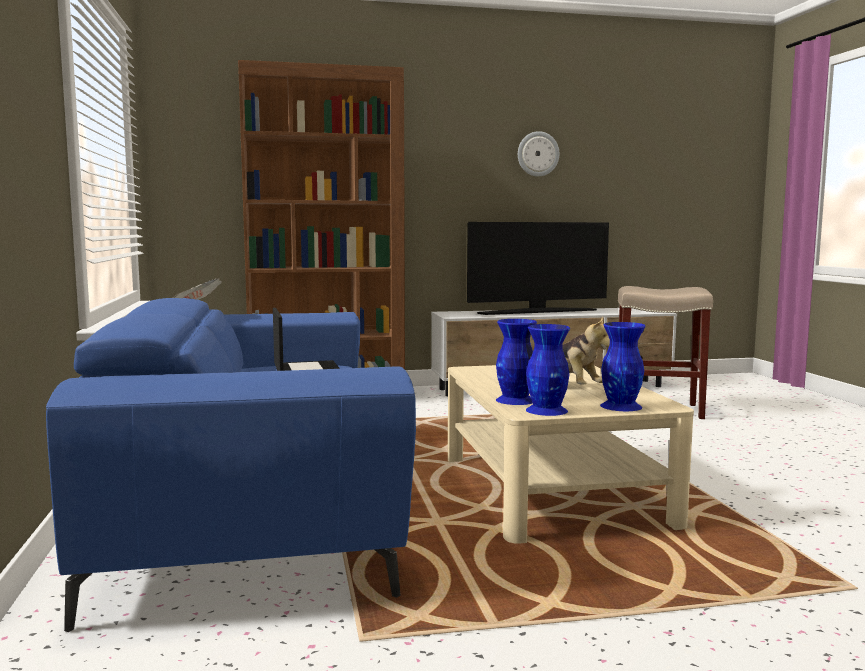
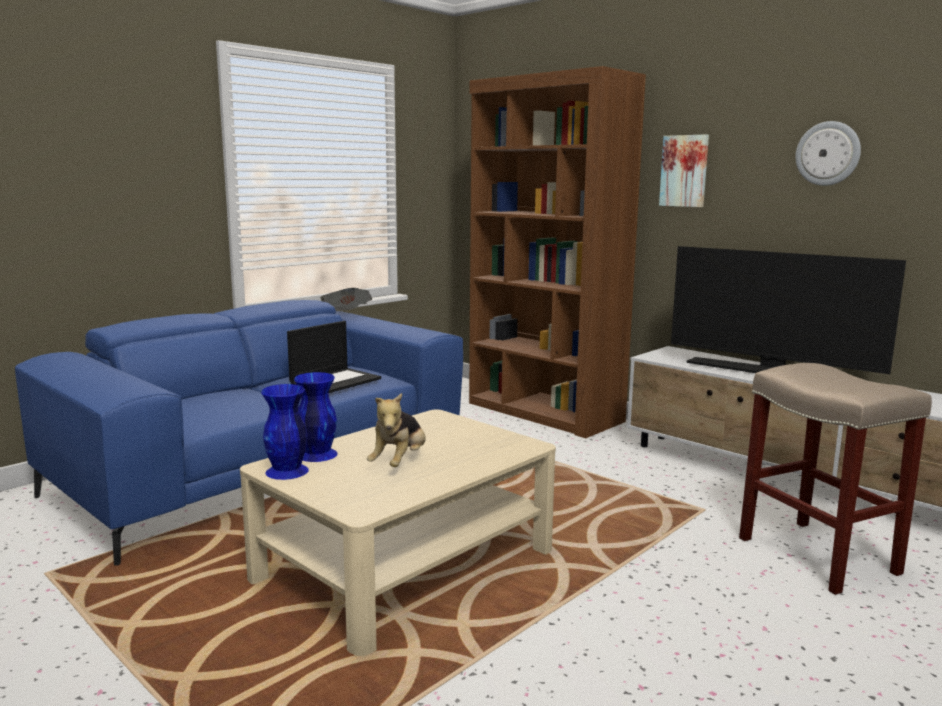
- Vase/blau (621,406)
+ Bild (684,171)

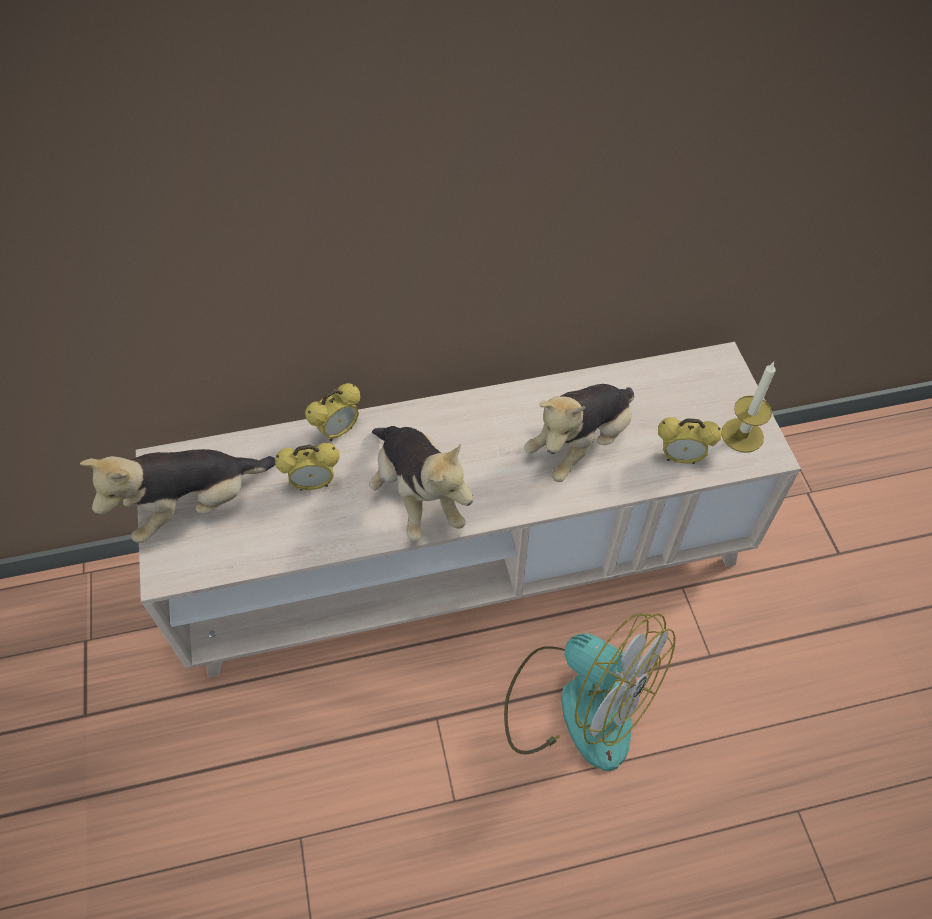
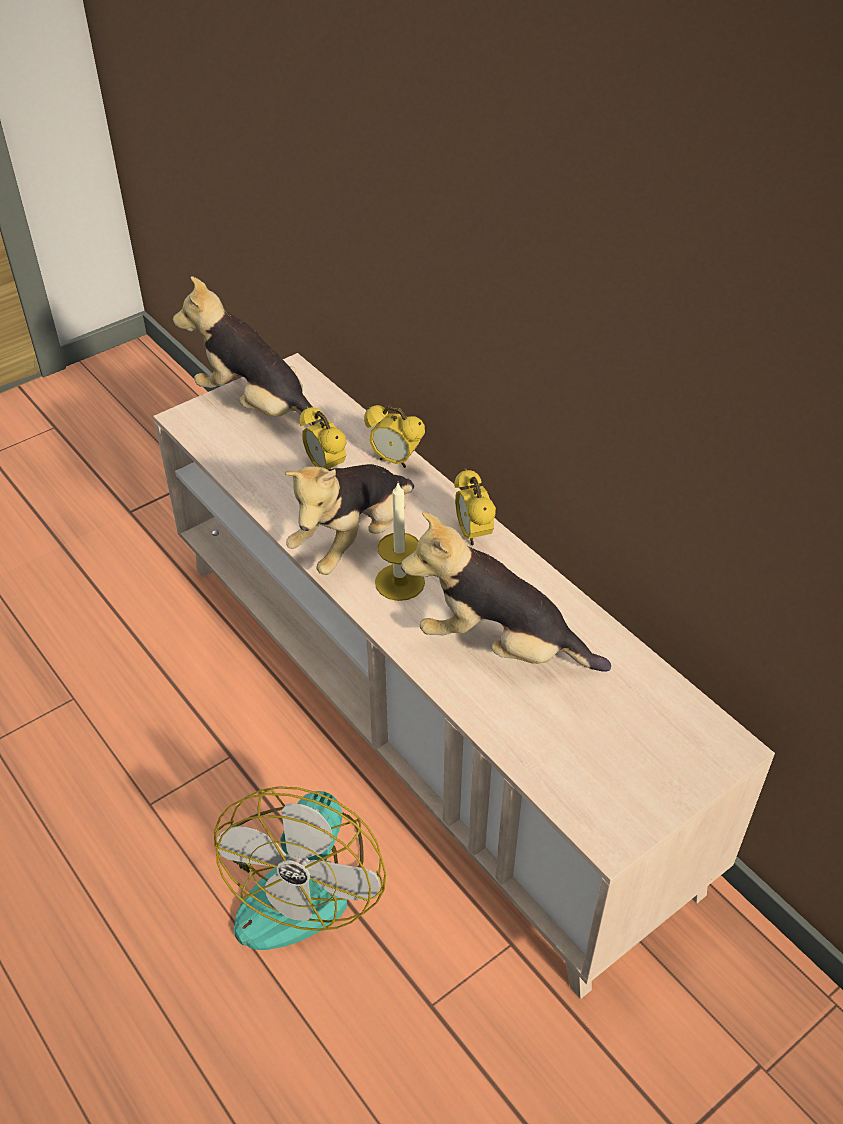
~ Wecker (680,458) to (473,534)
~ Kerze (742,435) to (399,582)

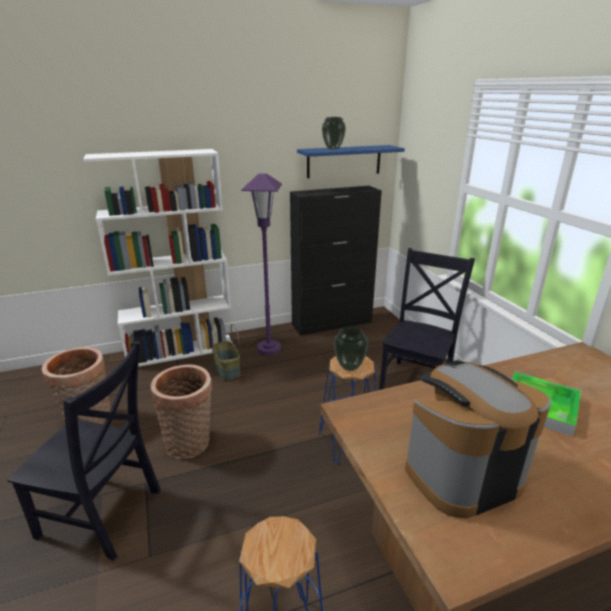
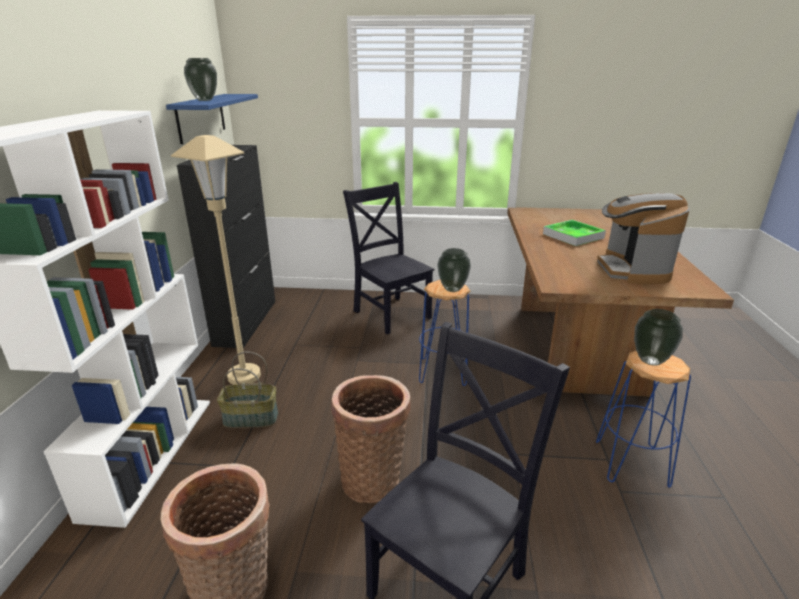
+ Vase (651,360)
~ Stehlampe/lila (269,349) to Stehlampe/beige (244,376)

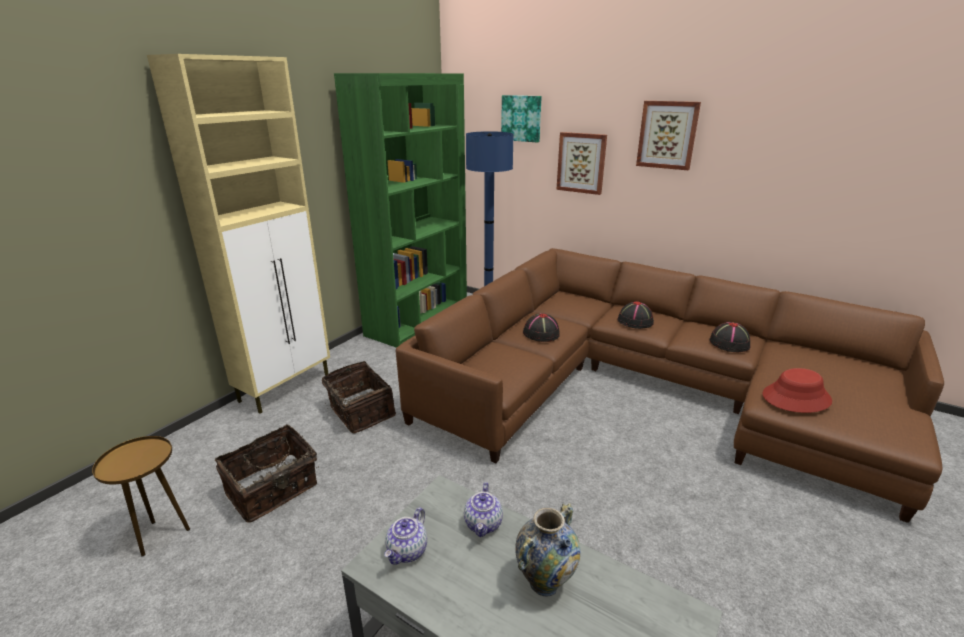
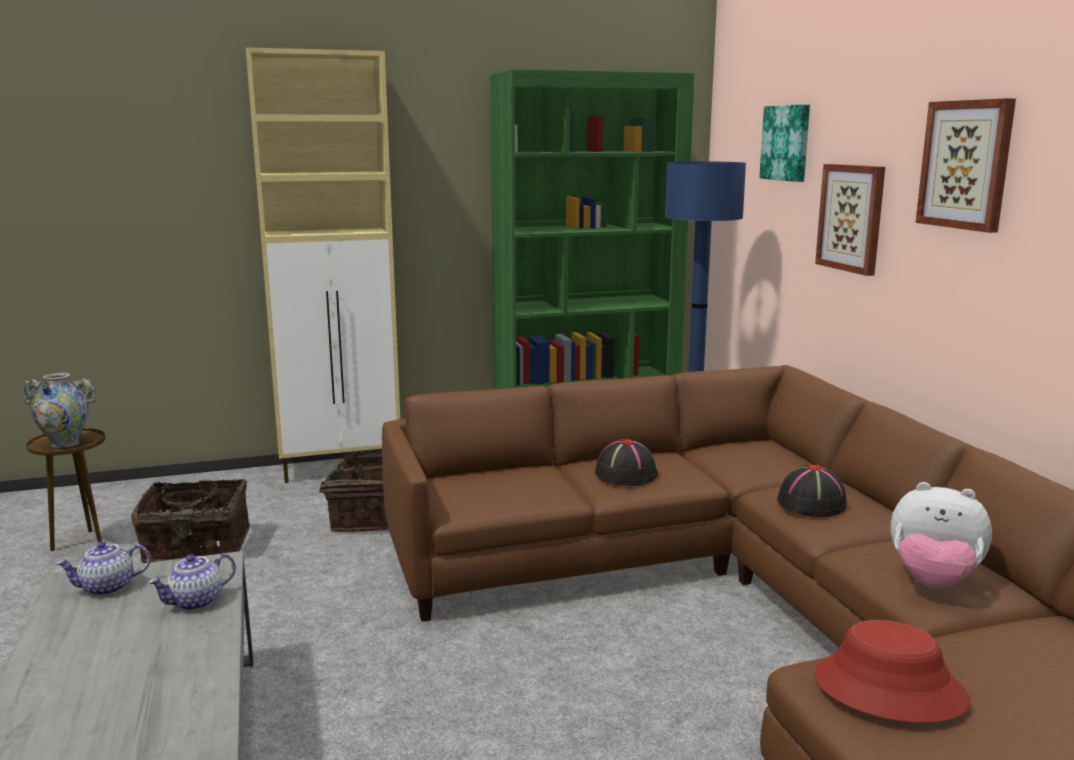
~ Vase (544,582) to (65,444)
~ Hut/schwarz (729,343) to Plüschtier (933,582)

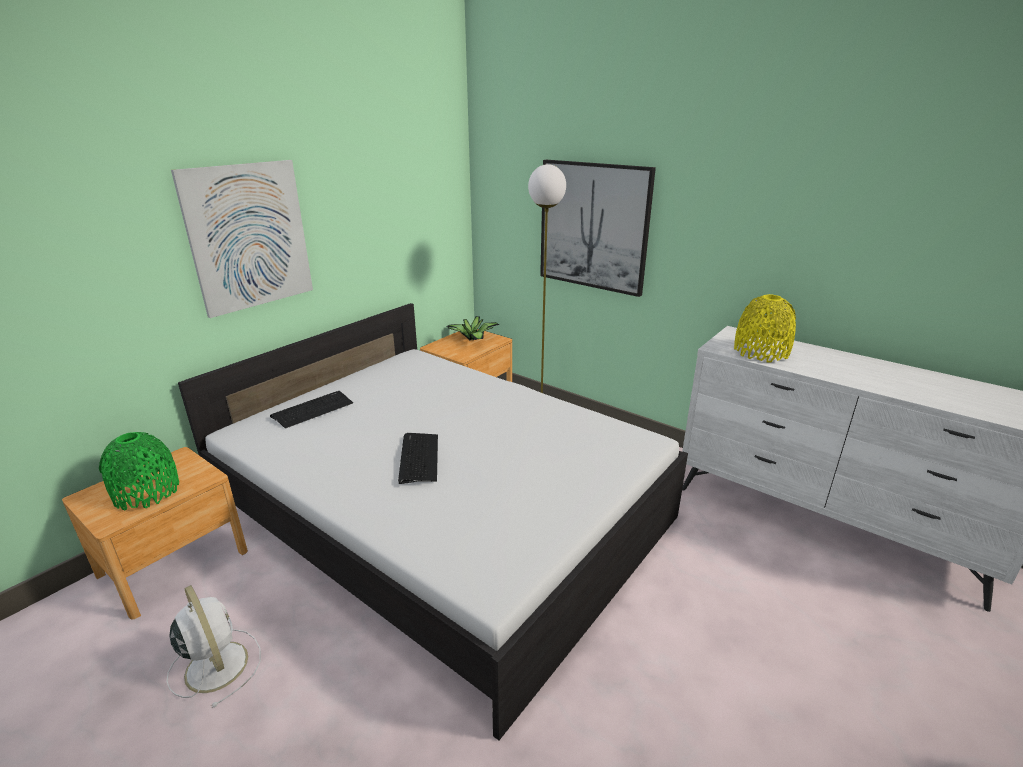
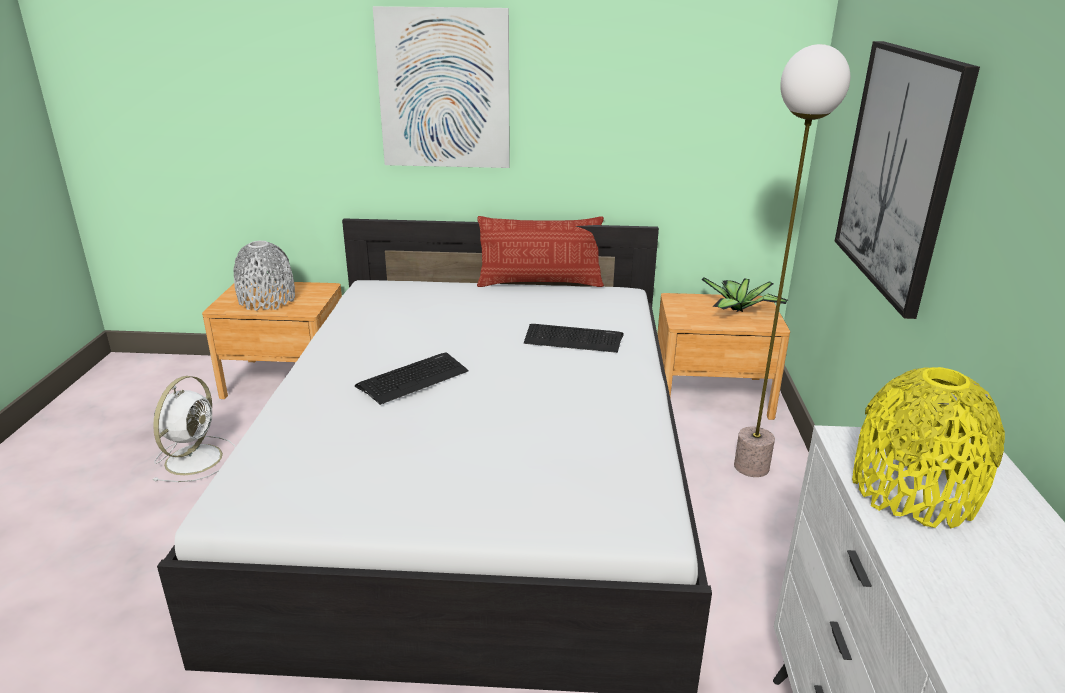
+ Kissen (540,283)
~ Tastatur (313,410) to (573,339)
~ Vase/grün (147,492) to Vase/grau (267,301)

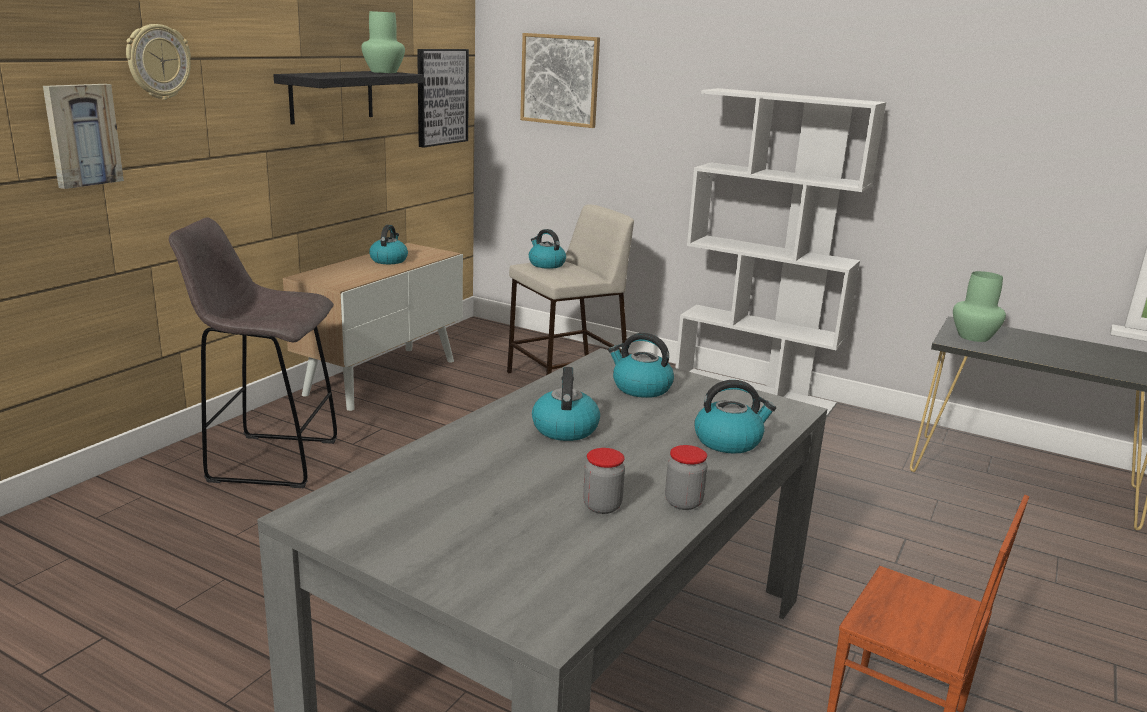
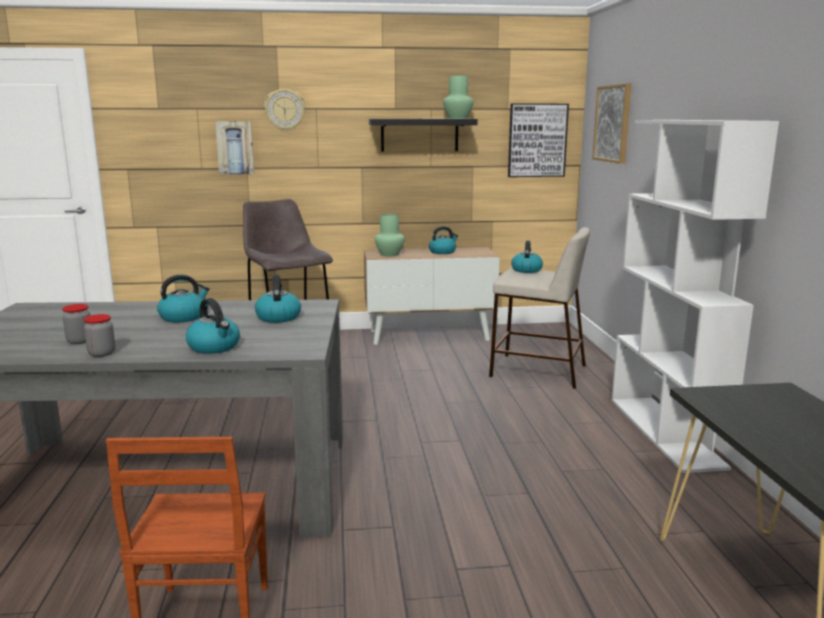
~ Vase/grün (973,336) to (390,254)

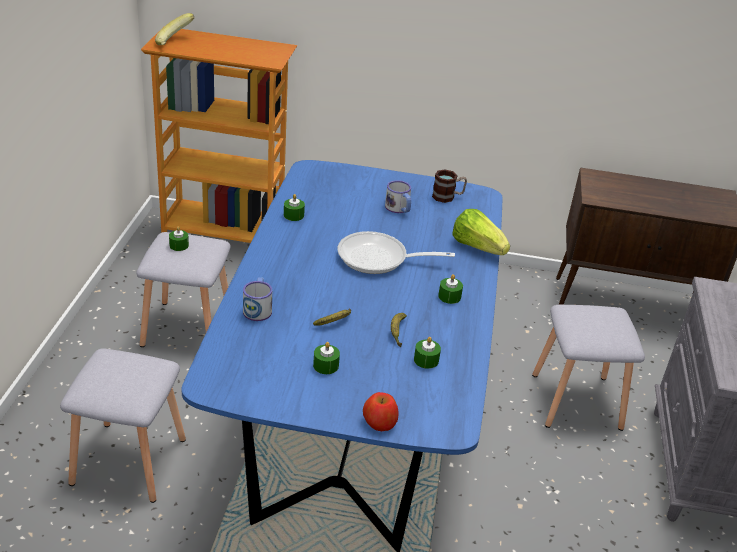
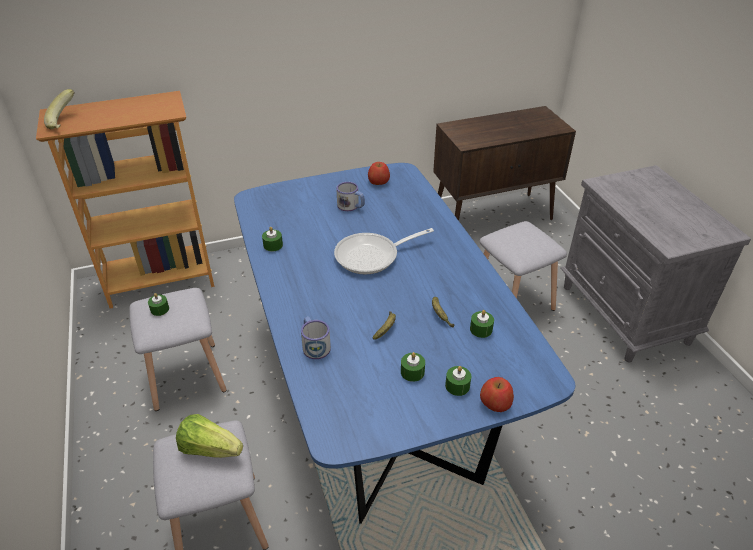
~ Kerze/grün (449,296) to (457,386)
~ Salatkopf (477,247) to (209,449)
~ Henkelbecher (448,197) to Apfel (378,182)

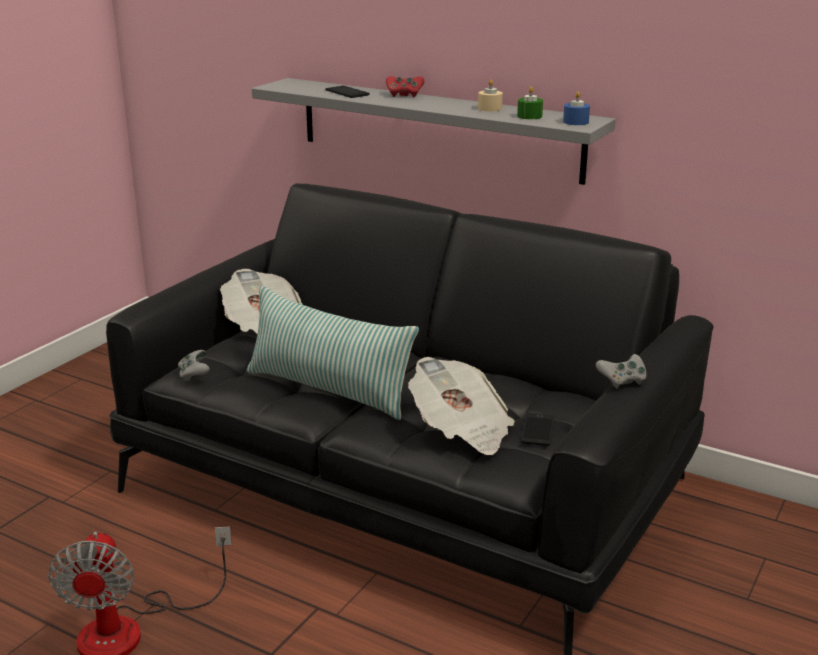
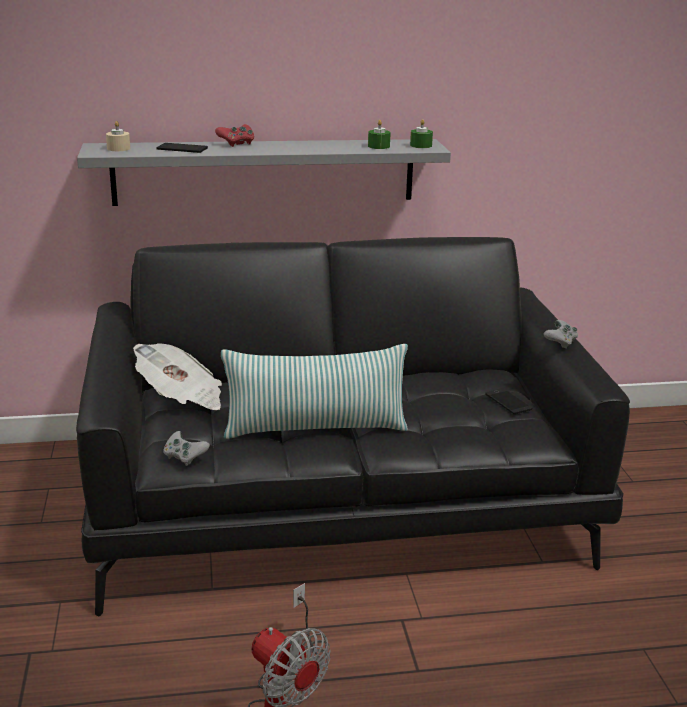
- Zeitung (461,430)
~ Kerze/beige (490,108) to (118,148)
~ Kerze/blau (576,122) to Kerze/grün (421,145)

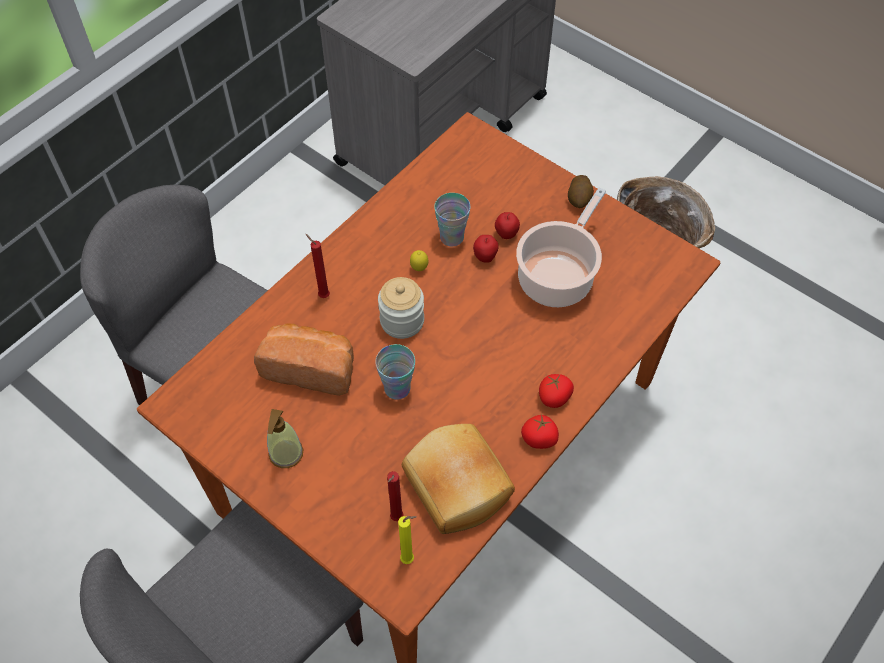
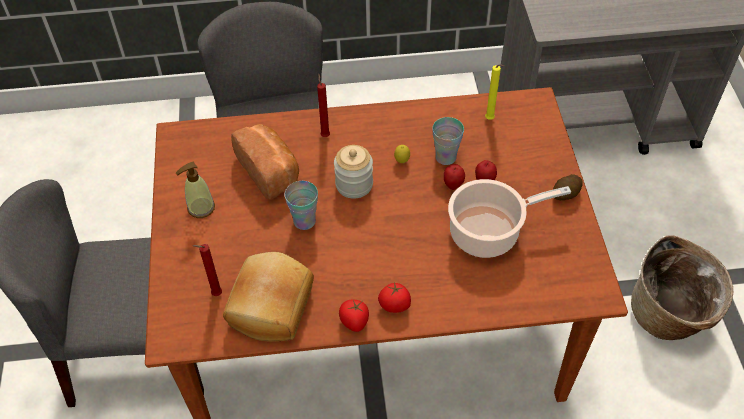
~ Kerze/gelb (409,559) to (490,119)

